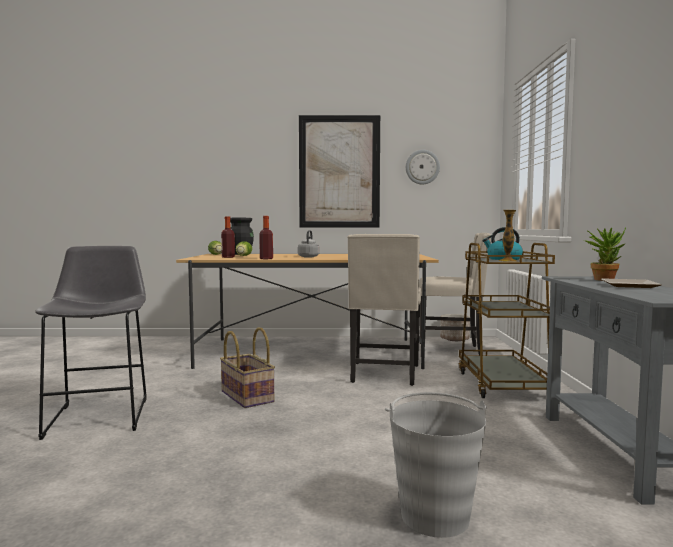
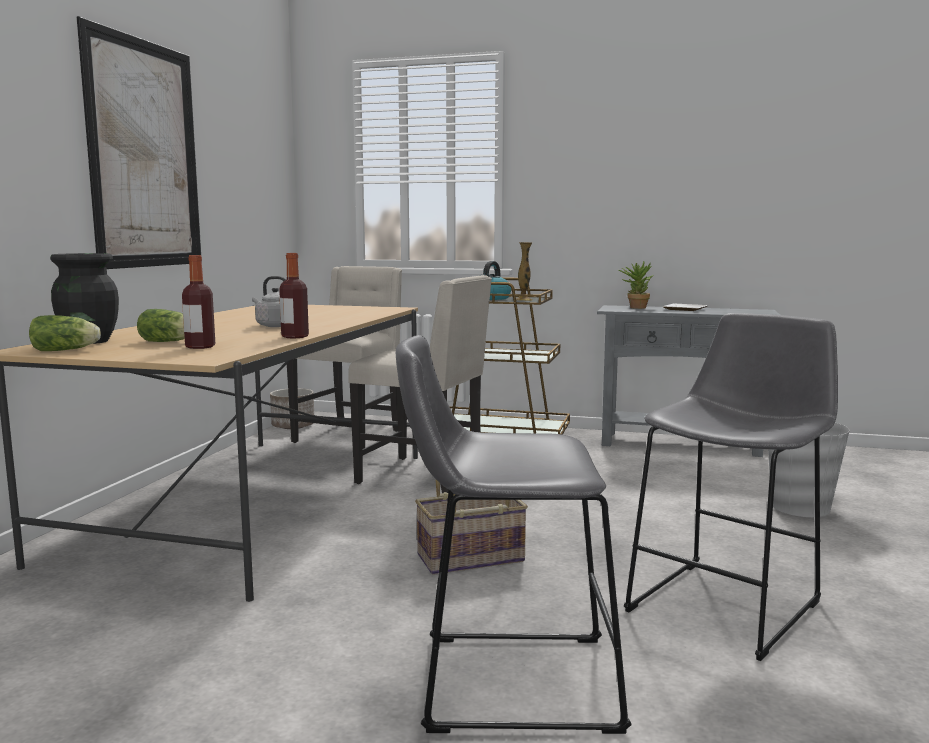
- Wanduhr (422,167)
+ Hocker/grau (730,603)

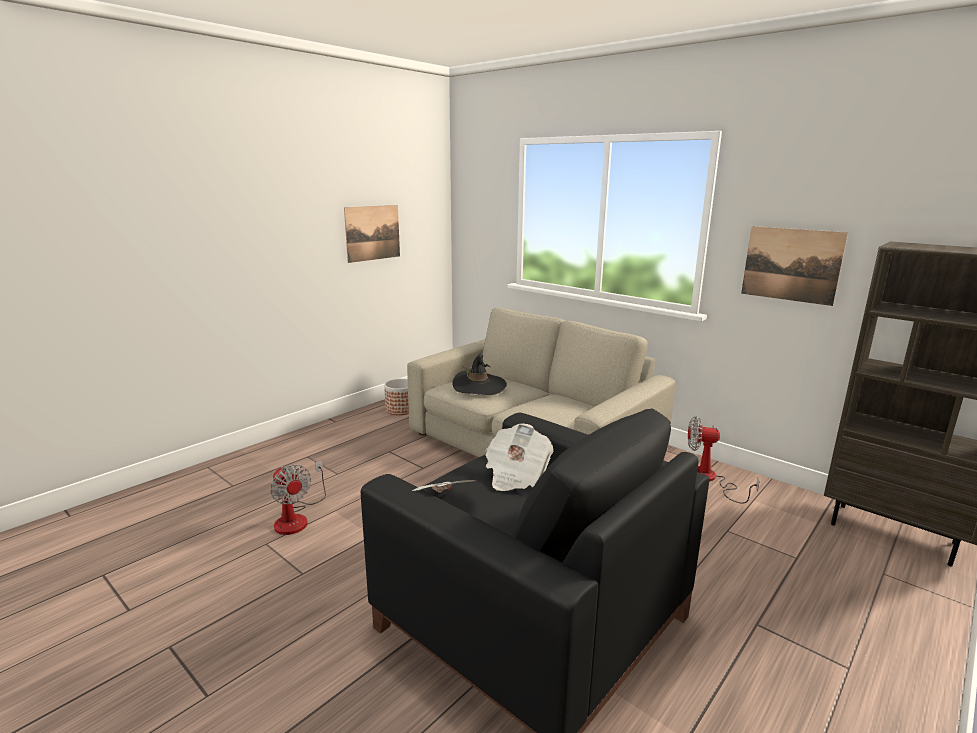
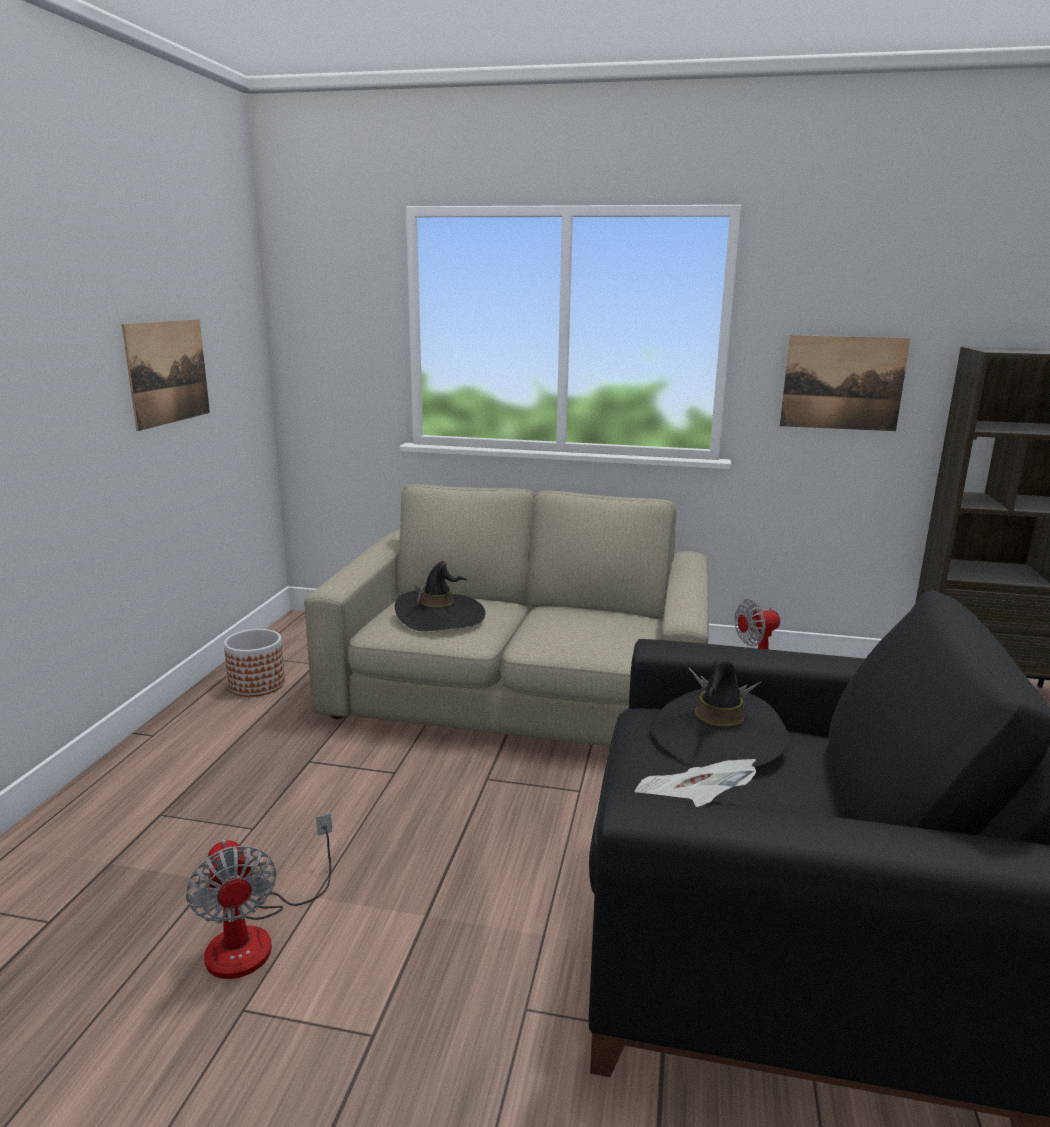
~ Zeitung (516,475) to Hut/schwarz (717,736)
~ Ventilator (297,518) = (256,936) 45 degrees clockwise

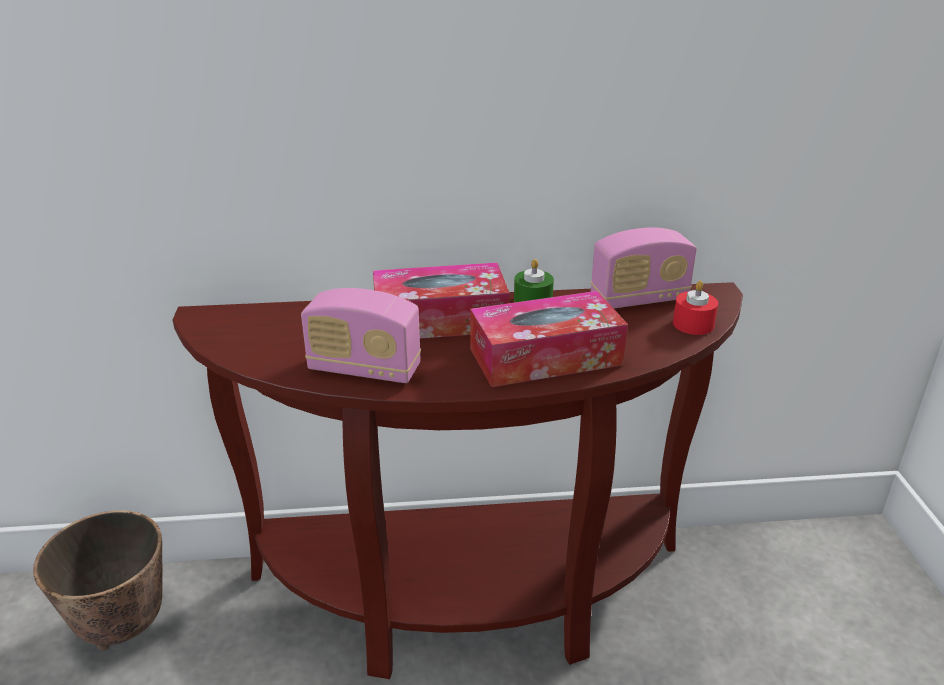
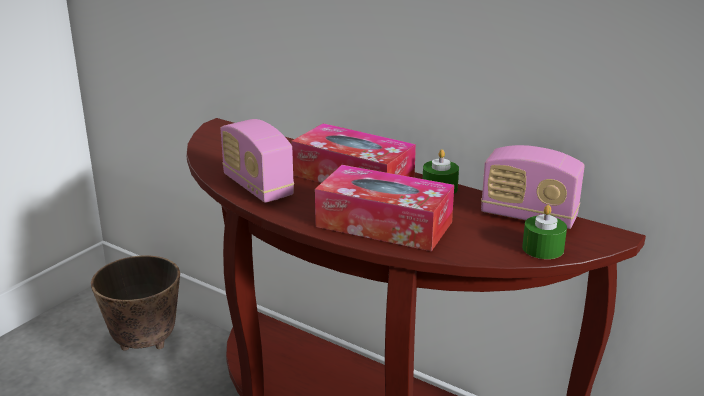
~ Kerze/rot (693,324) to Kerze/grün (543,248)

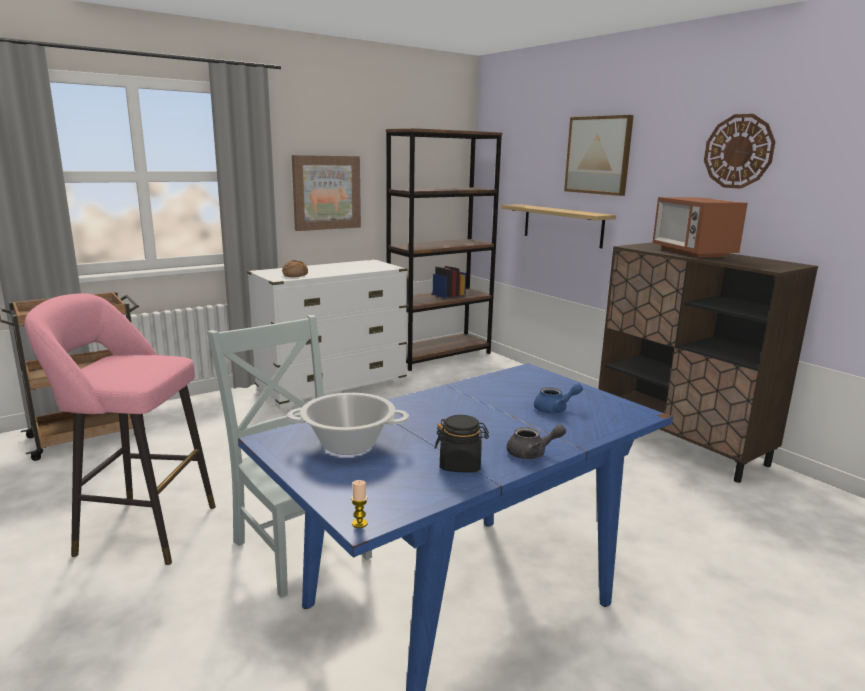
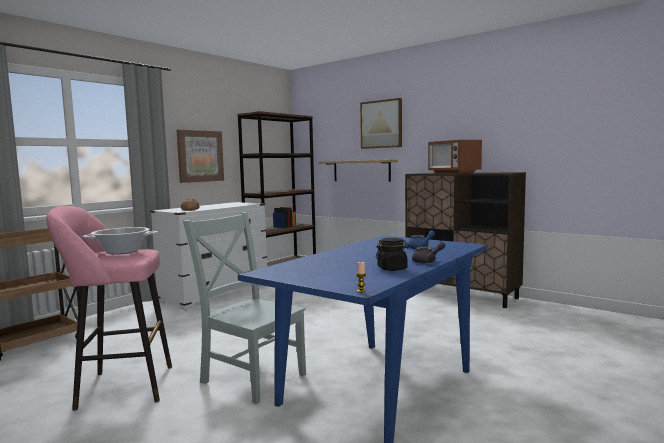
- Wanduhr (738,151)
~ Kochtopf (348,444) to (122,252)

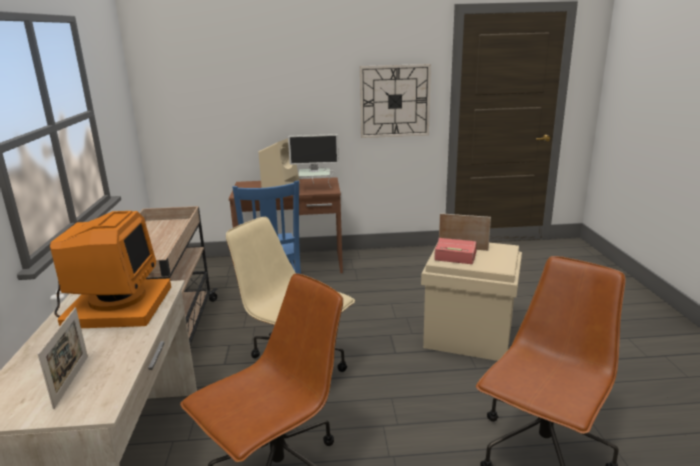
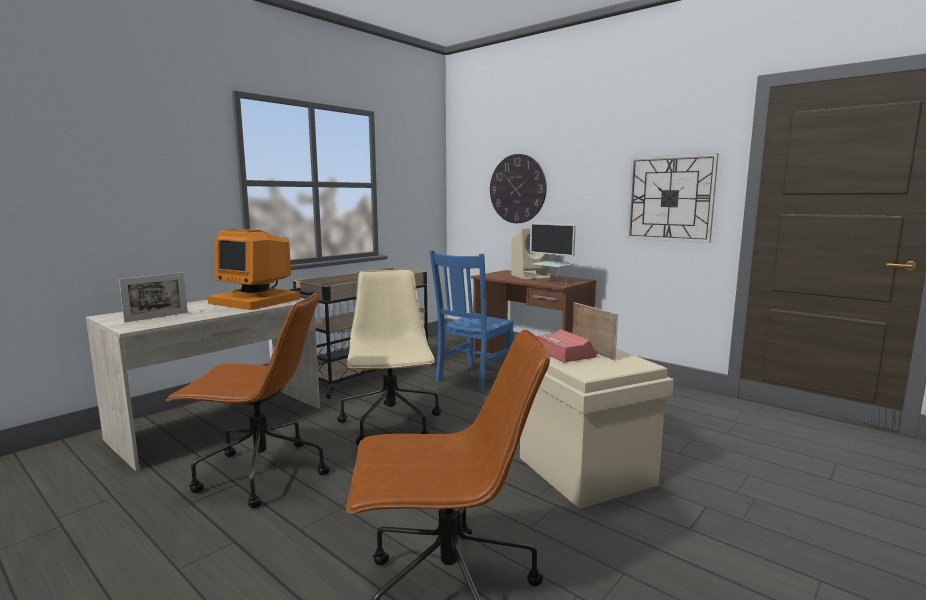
+ Wanduhr (517,189)
~ Monitor (117,306) = (256,301) 75 degrees clockwise

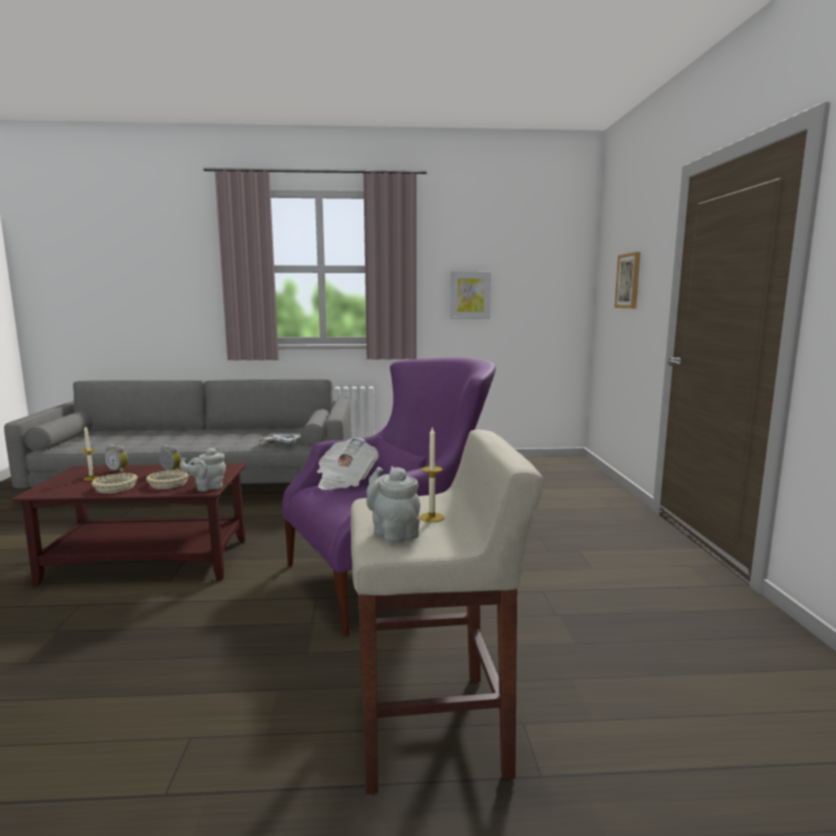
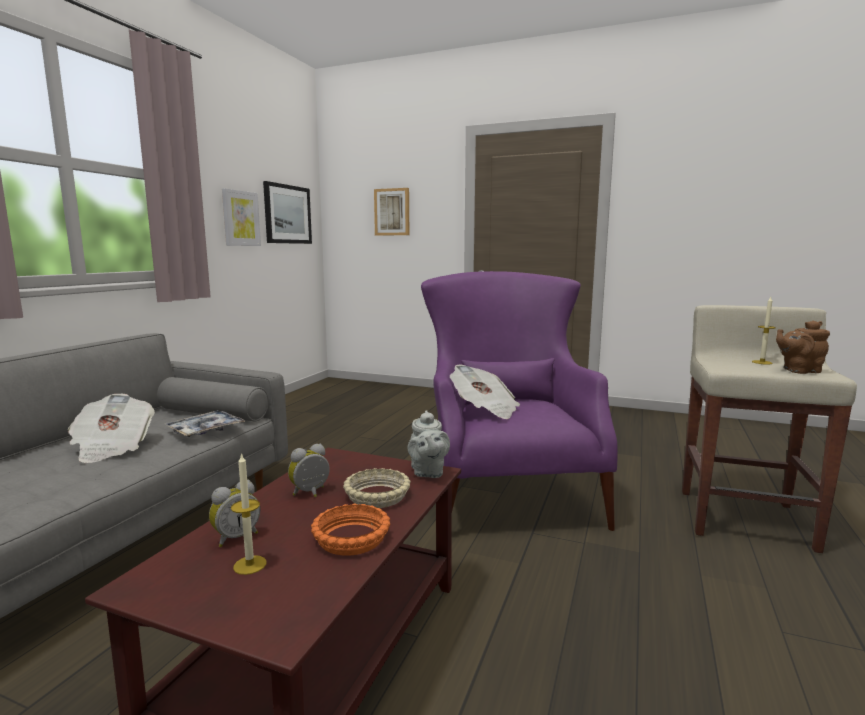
+ Zeitung (112,447)
+ Bild (287,214)
~ Schüssel/beige (116,487) to Schüssel/orange (351,537)
~ Teekanne/grau (393,533) to Teekanne/braun (799,371)

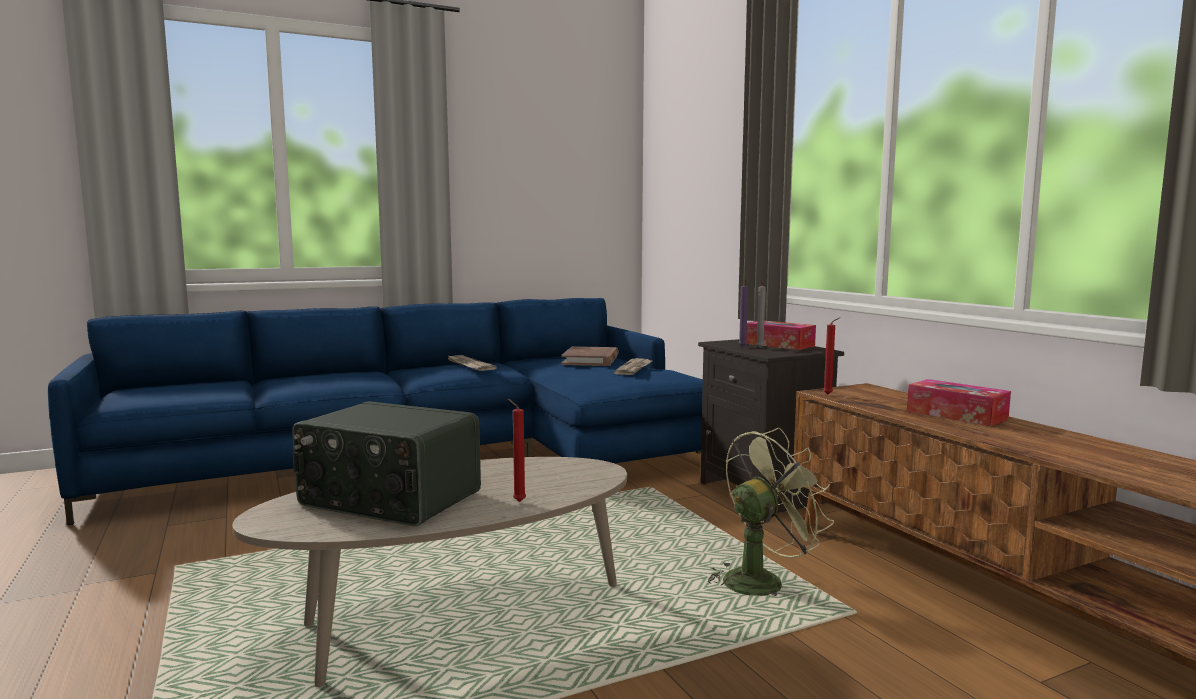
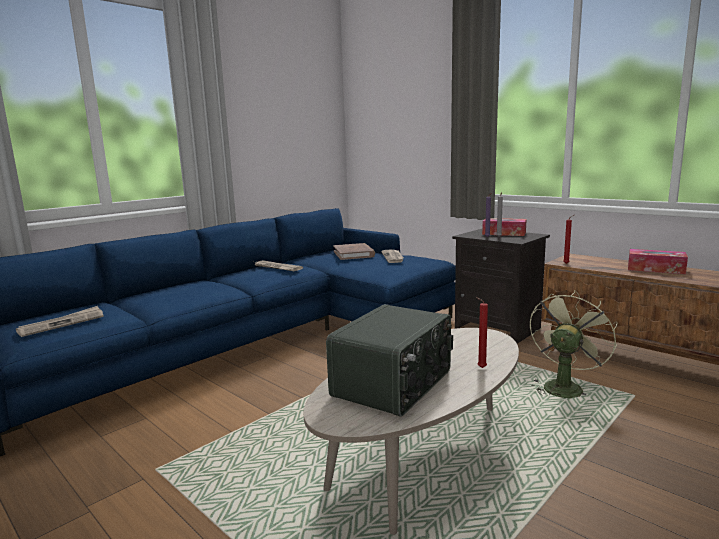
+ Zeitung (62,323)
~ Radio (389,500) = (394,384) 60 degrees counterclockwise

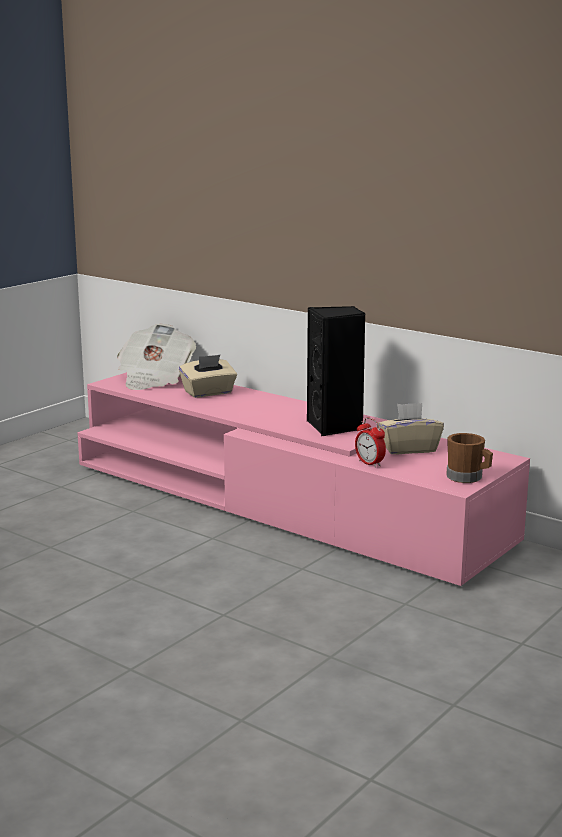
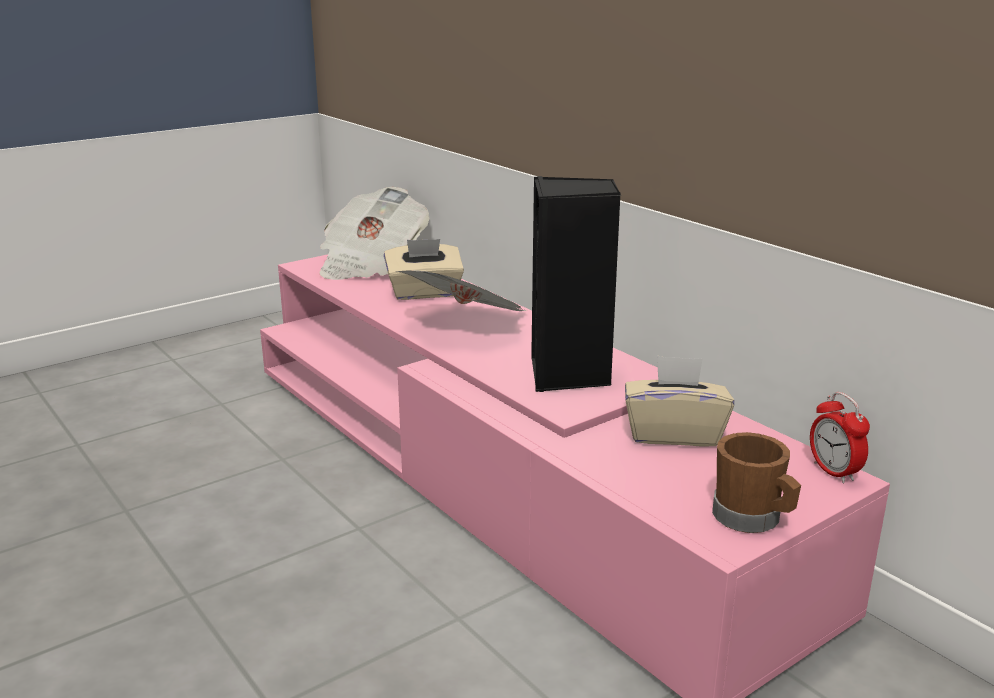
+ Zeitung (468,326)
~ Wecker (369,463) to (833,472)

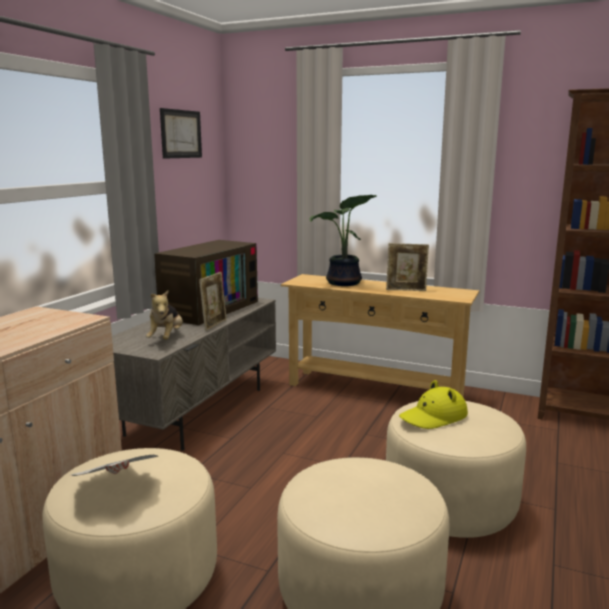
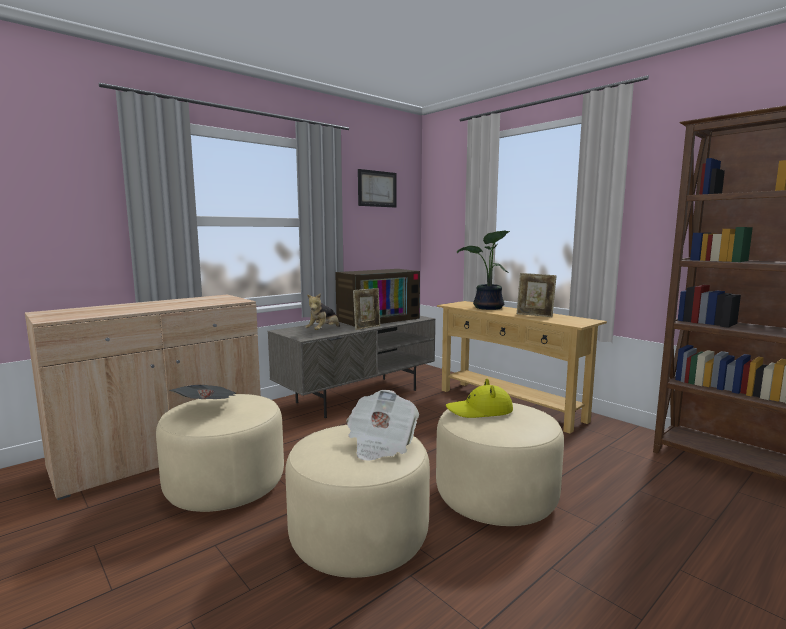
+ Zeitung (381,443)

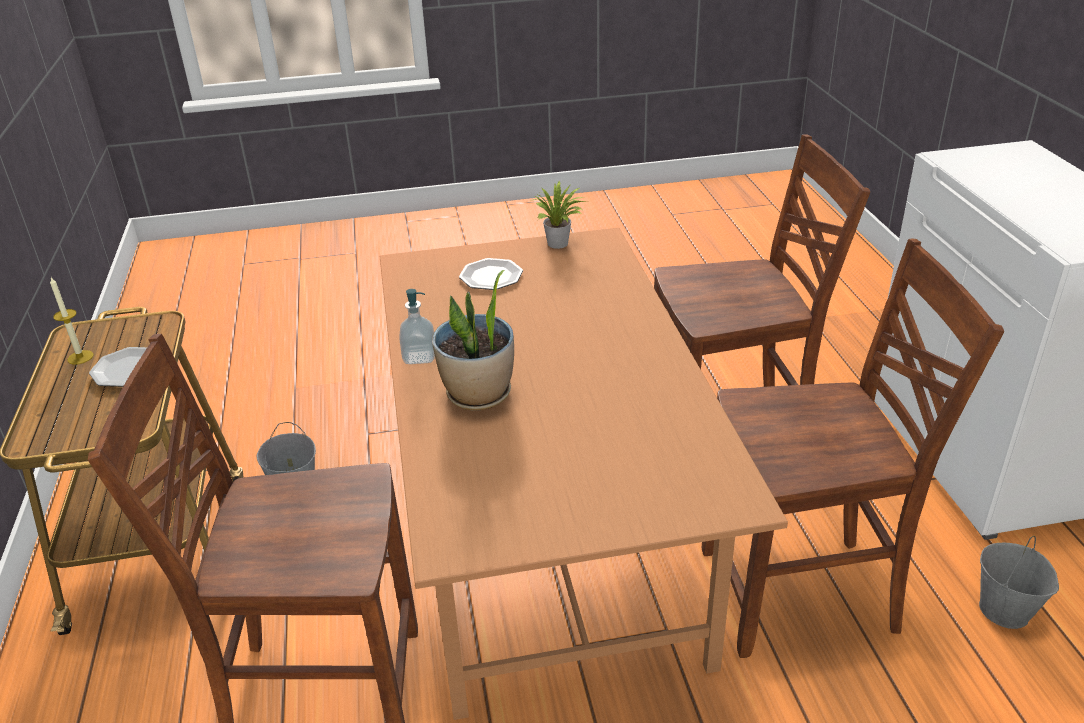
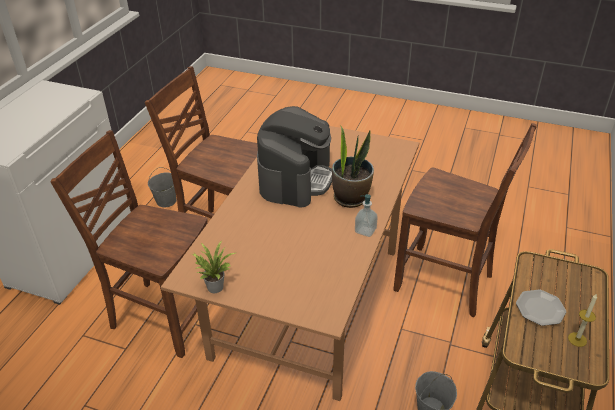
- Teller (491,276)
+ Kaffeemaschine (296,178)

